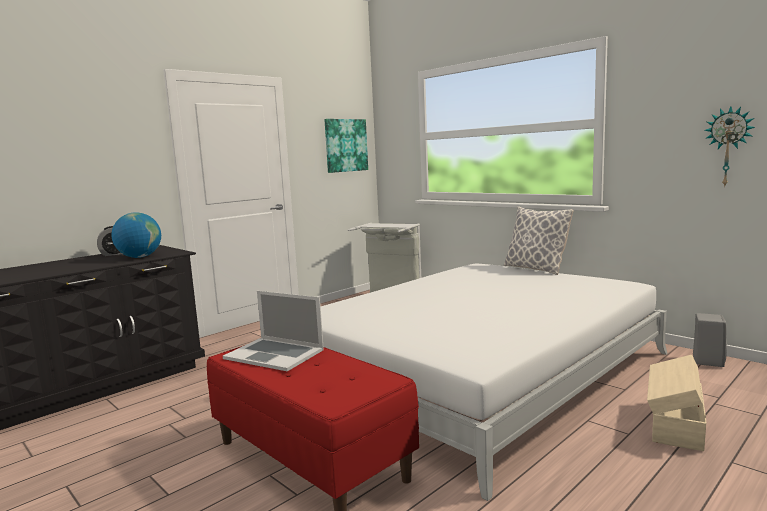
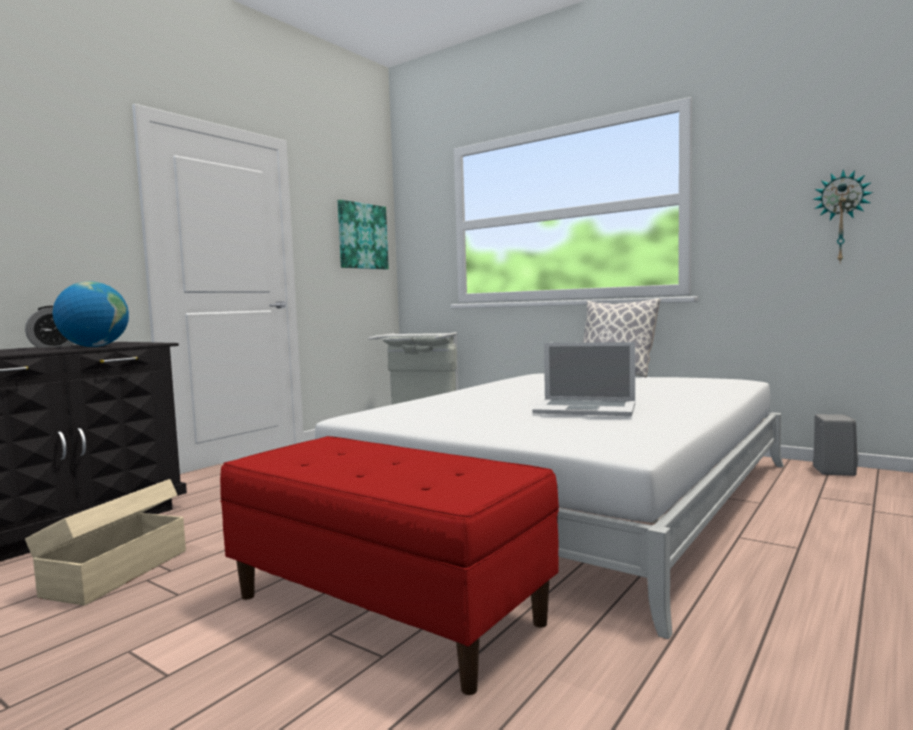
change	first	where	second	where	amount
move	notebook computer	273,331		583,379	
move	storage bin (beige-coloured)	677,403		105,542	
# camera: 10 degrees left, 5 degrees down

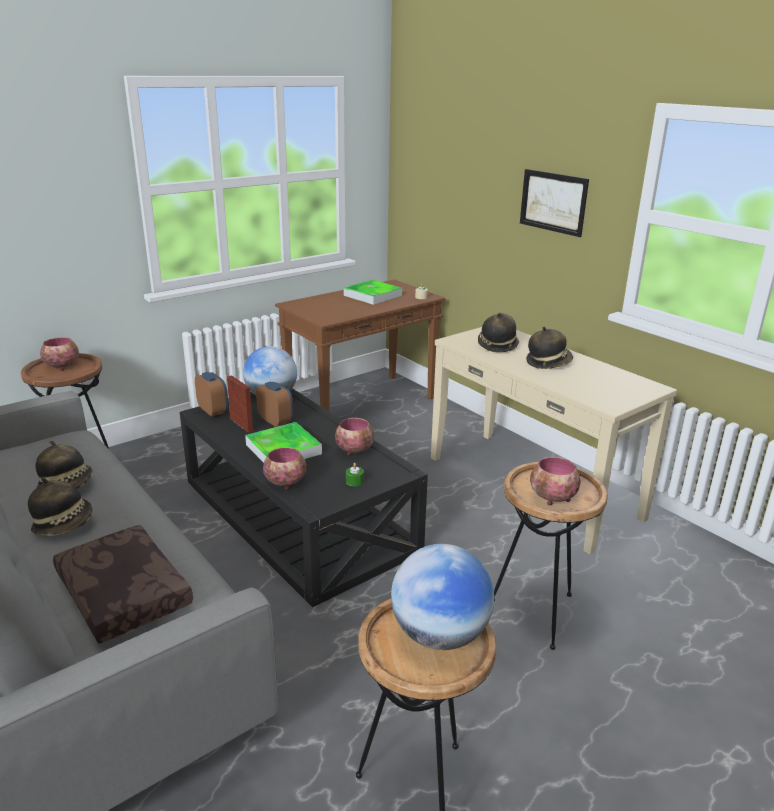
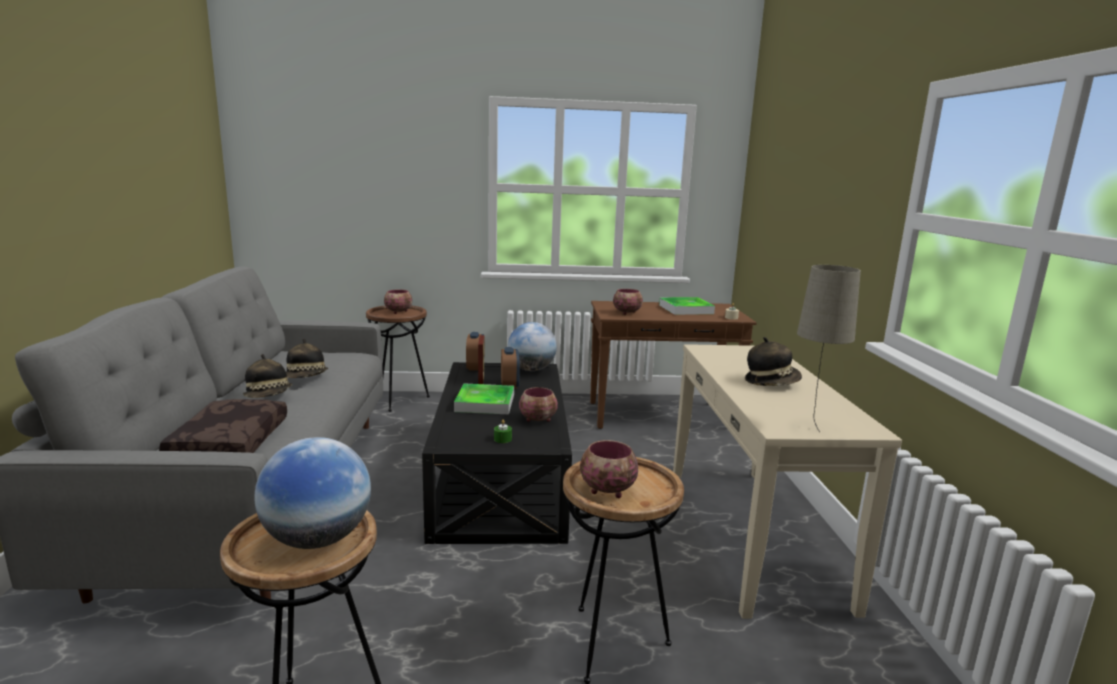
change	first	where	second	where	amount
delete	wall picture	554,203			
delete	clothing hat	498,332			
move	bowl	284,468		628,302	
insert			table lamp (beige-coloured)	829,348	
# camera: 35 degrees right, 10 degrees down

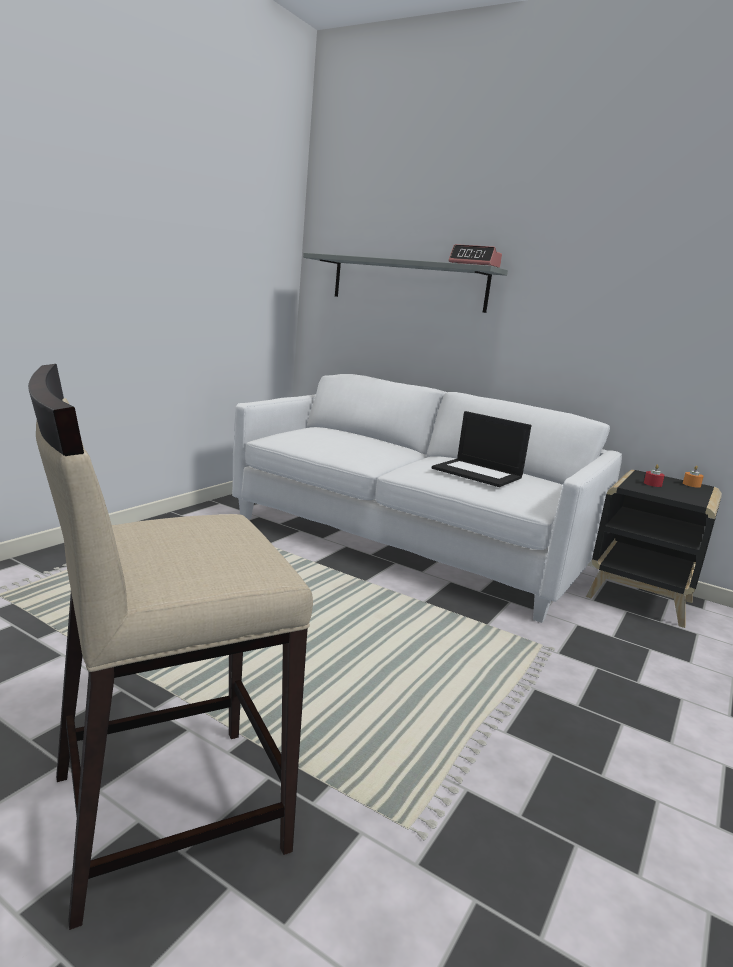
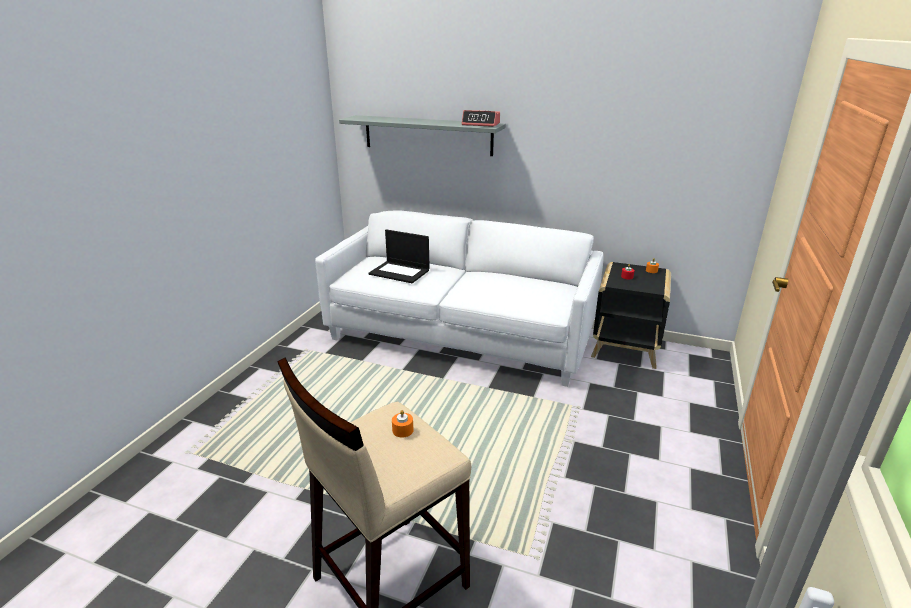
change	first	where	second	where	amount
move	notebook computer	481,449		399,256	
insert			wax light (orange-coloured)	402,424	
# camera: 10 degrees left, 10 degrees up

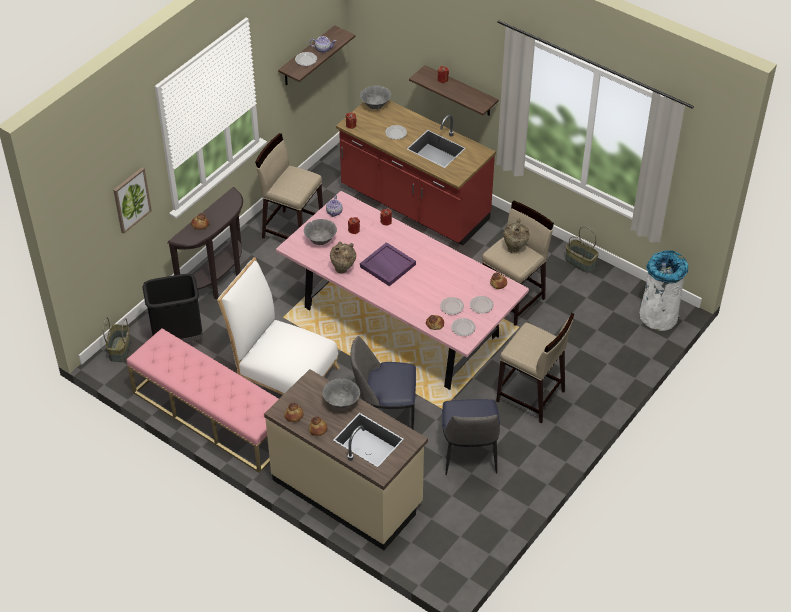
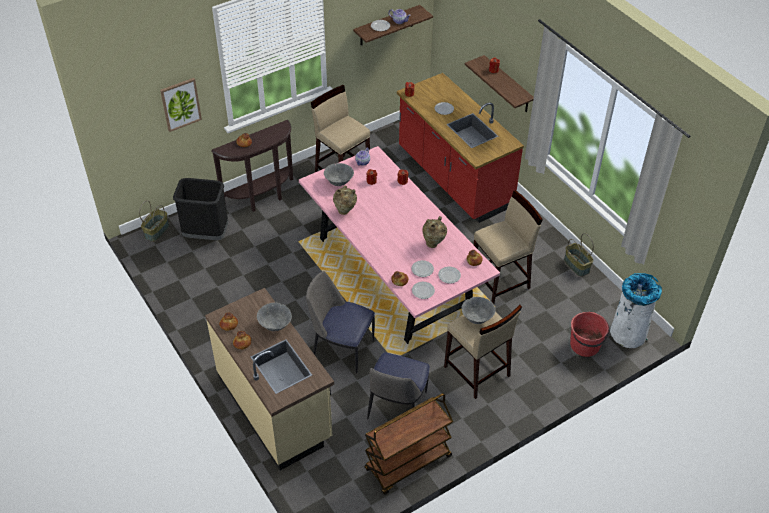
change	first	where	second	where	amount
move	bowl (gray)	375,97		479,310	
move	decorative vase (beige-coloured)	516,236		434,232	
delete	tray (purple-coloured)	388,264			
delete	upright chair (white)	278,326			
delete	indoor bench (pink)	202,400			
insert			pail (red-coloured)	589,334	
insert			cart (brownish)	409,444	
# camera: 20 degrees right, 0 degrees up

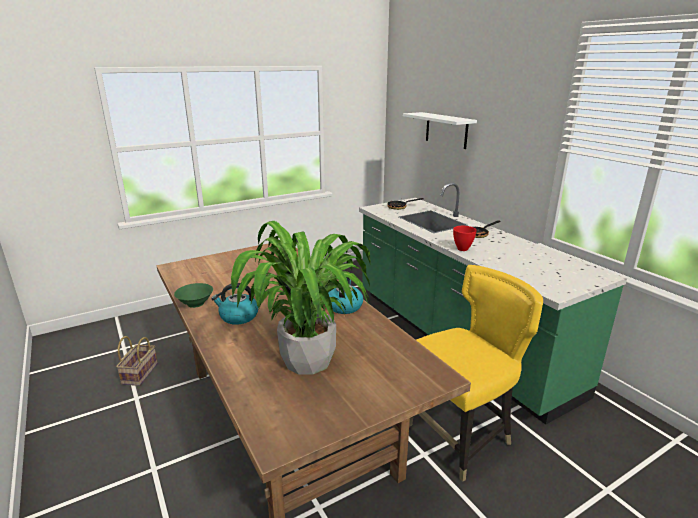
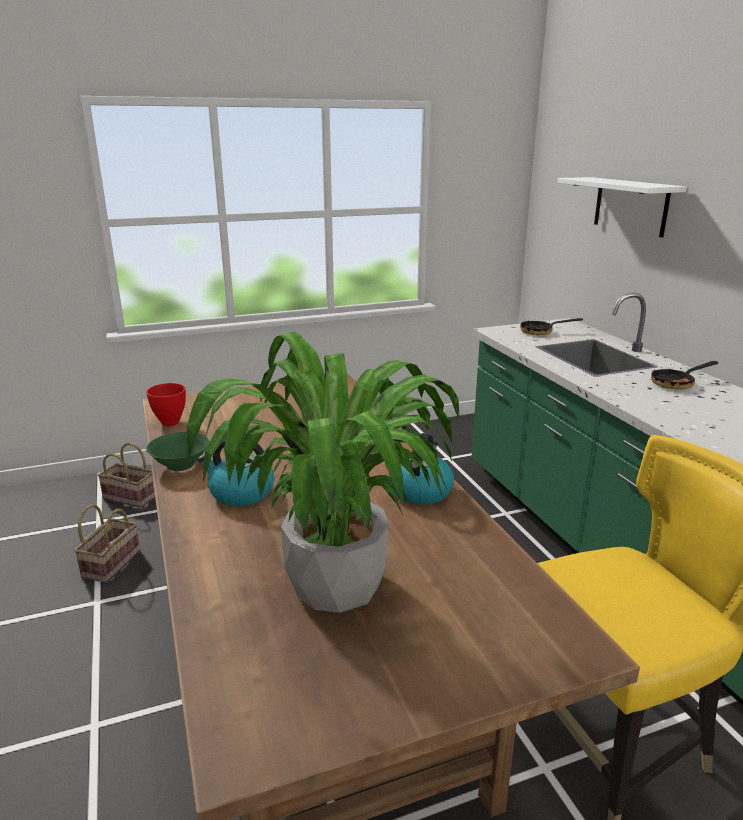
change	first	where	second	where	amount
move	bowl (red-coloured)	465,238		166,404	
insert			basket	126,475	
# camera: 10 degrees right, 0 degrees up

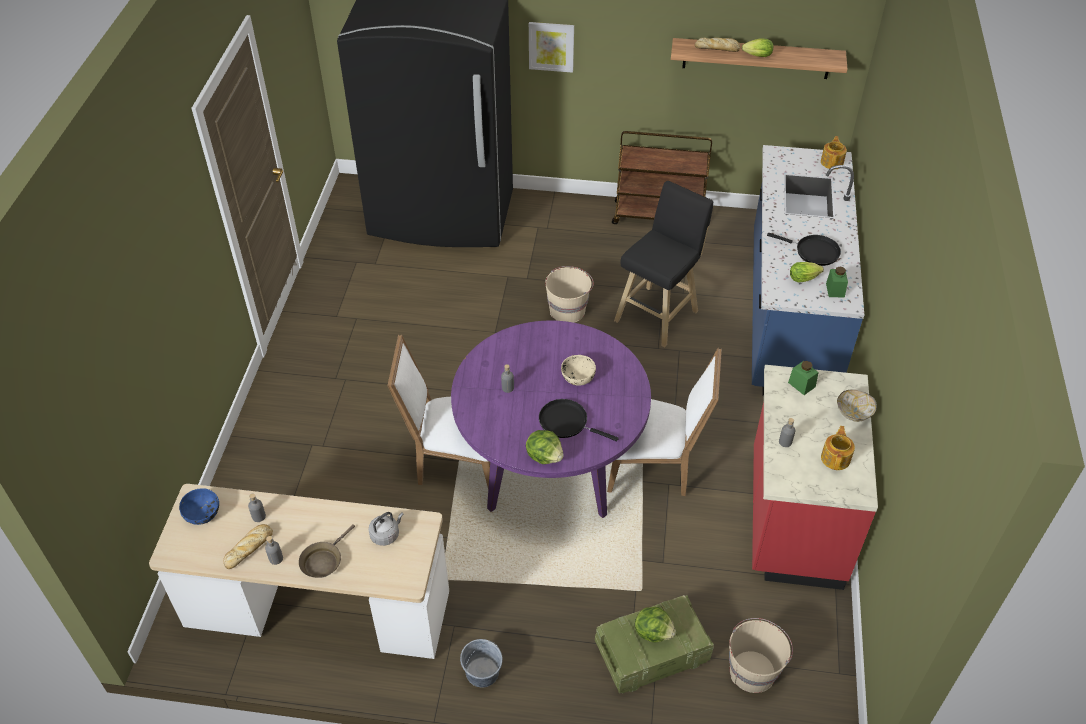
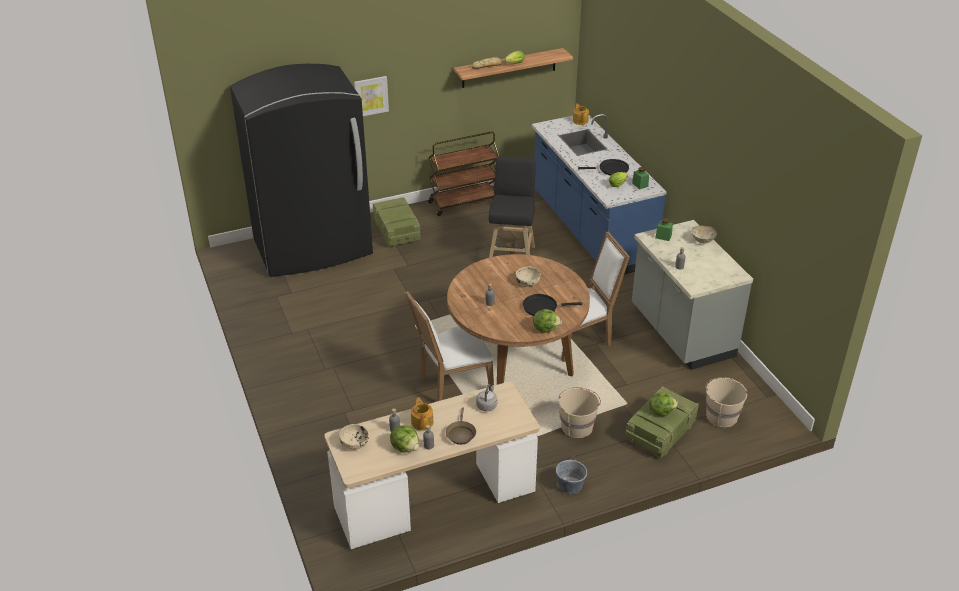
change	first	where	second	where	amount
move	pail (beige-coloured)	569,294		579,412	
recolor	kitchen table (purple-coloured)	551,419	kitchen table (brownish)	518,319	
recolor	kitchen base unit (red-coloured)	815,477	kitchen base unit (gray)	692,295	
move	teapot	838,448		422,414	
recolor	bowl (blue)	199,506	bowl (beige-coloured)	354,437	
replace	bakery bread	248,546	lettuce head	404,439	
insert			packing crate	397,222	
# camera: 30 degrees left, 10 degrees down

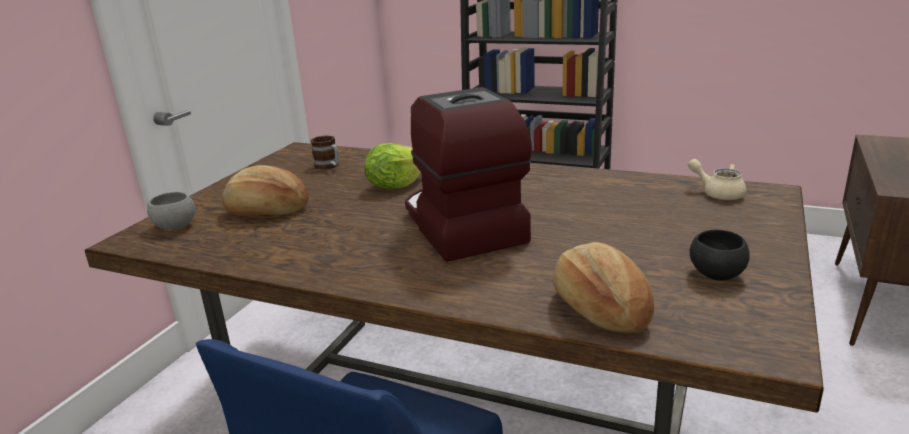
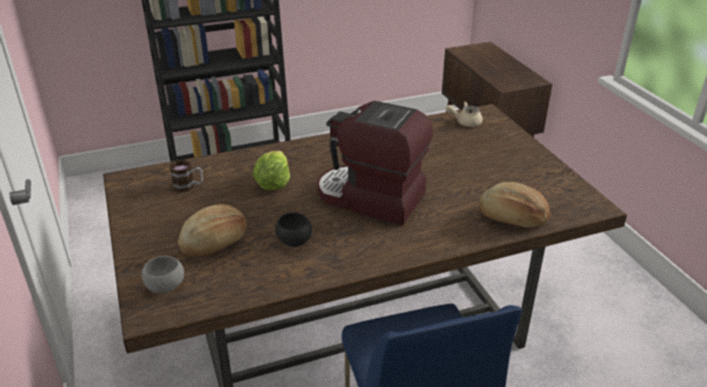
change	first	where	second	where	amount
move	bowl (blackish)	719,255		293,229	
# camera: 45 degrees left, 10 degrees up

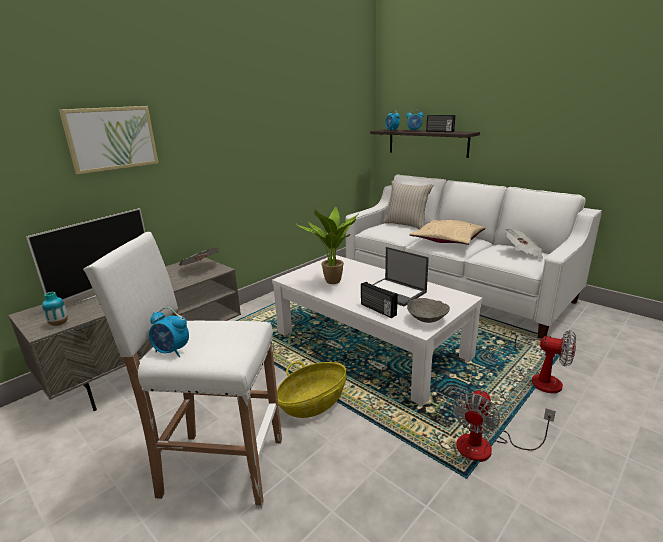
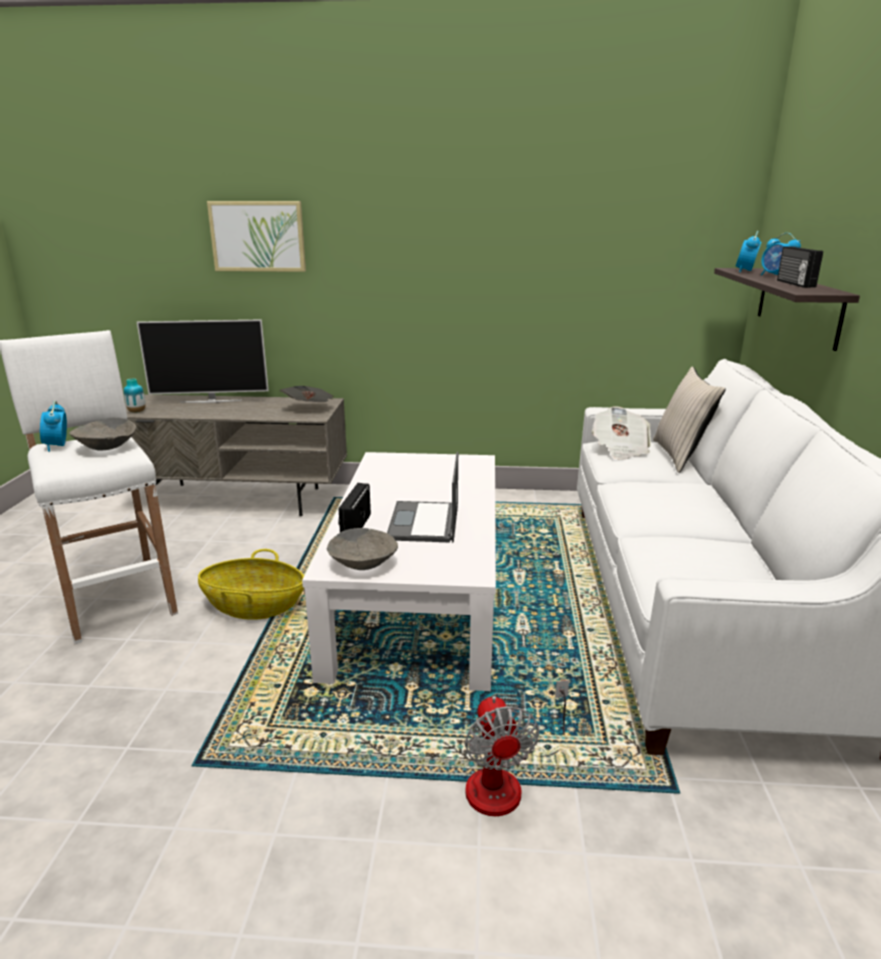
change	first	where	second	where	amount
delete	houseplant	328,245			
delete	cushion (beige-coloured)	447,232			
move	daily paper	524,243		621,433	
delete	cooling fan	504,426			
insert			bowl (gray)	102,434	
# camera: 50 degrees right, 0 degrees up

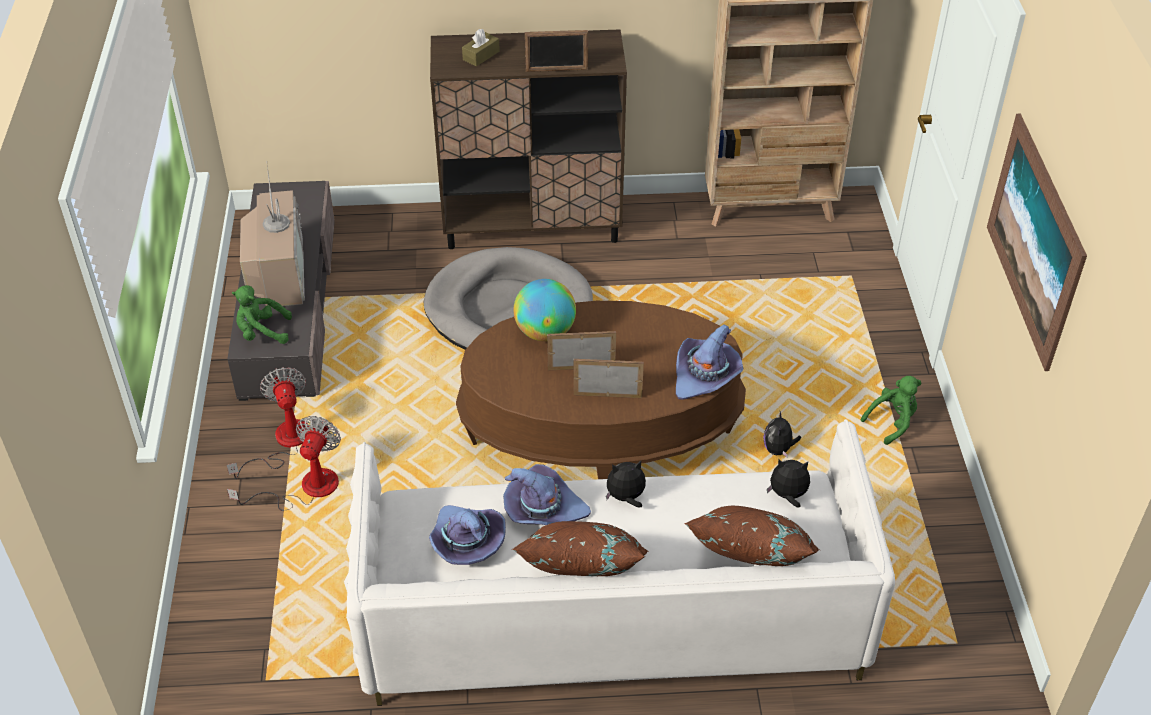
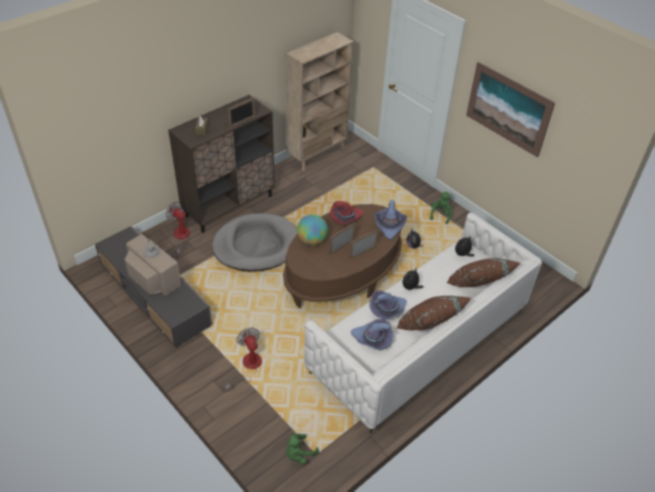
change	first	where	second	where	amount
move	plush toy (green)	262,314		302,449	
move	cooling fan	269,423		178,229	
insert			clothing hat (red-coloured)	347,213	
# camera: 40 degrees left, 0 degrees up

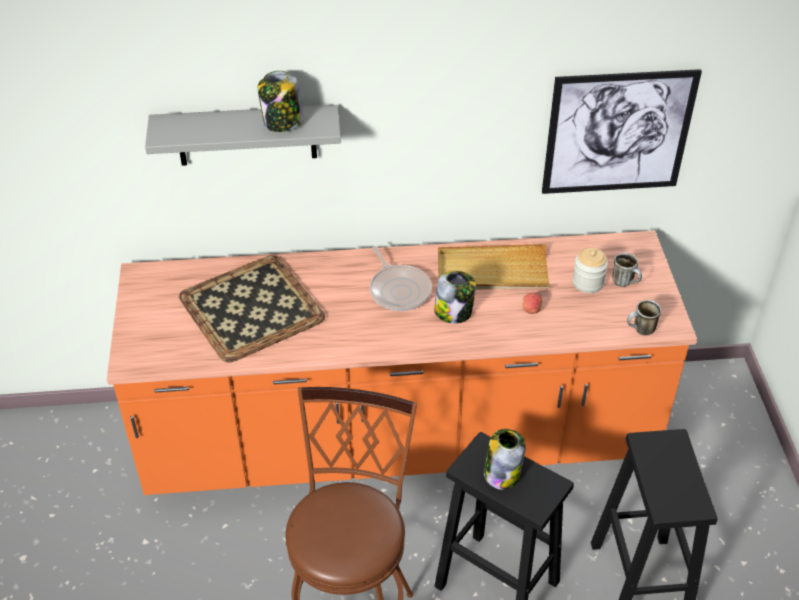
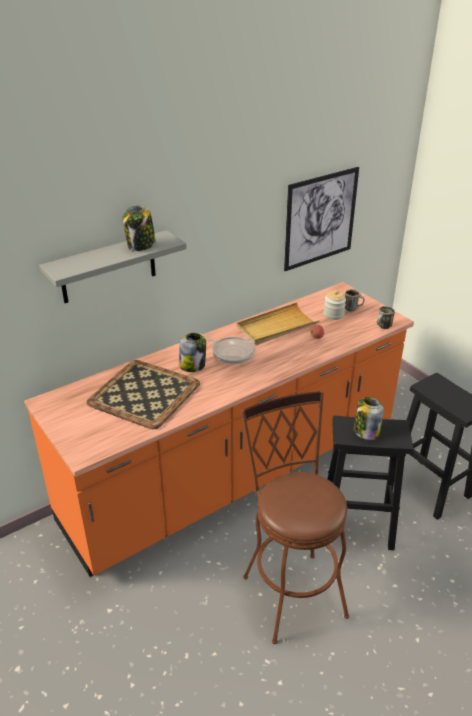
change	first	where	second	where	amount
move	preserve jar	455,297		192,352	
# camera: 30 degrees left, 10 degrees down

